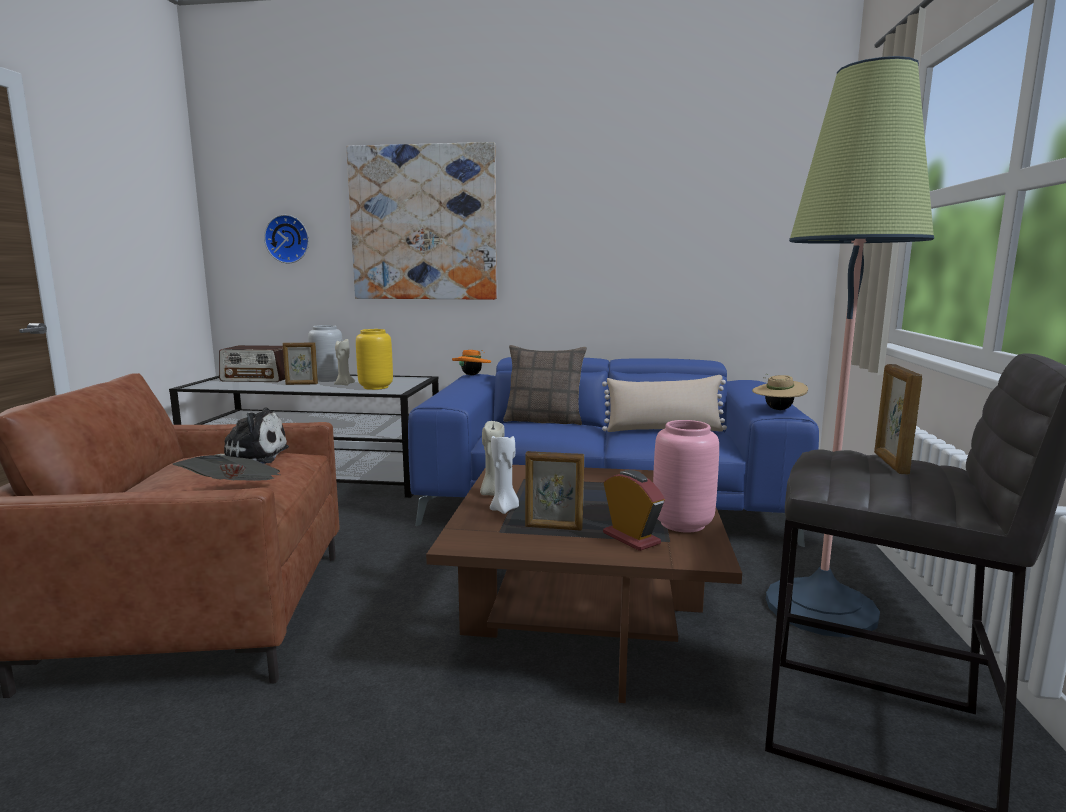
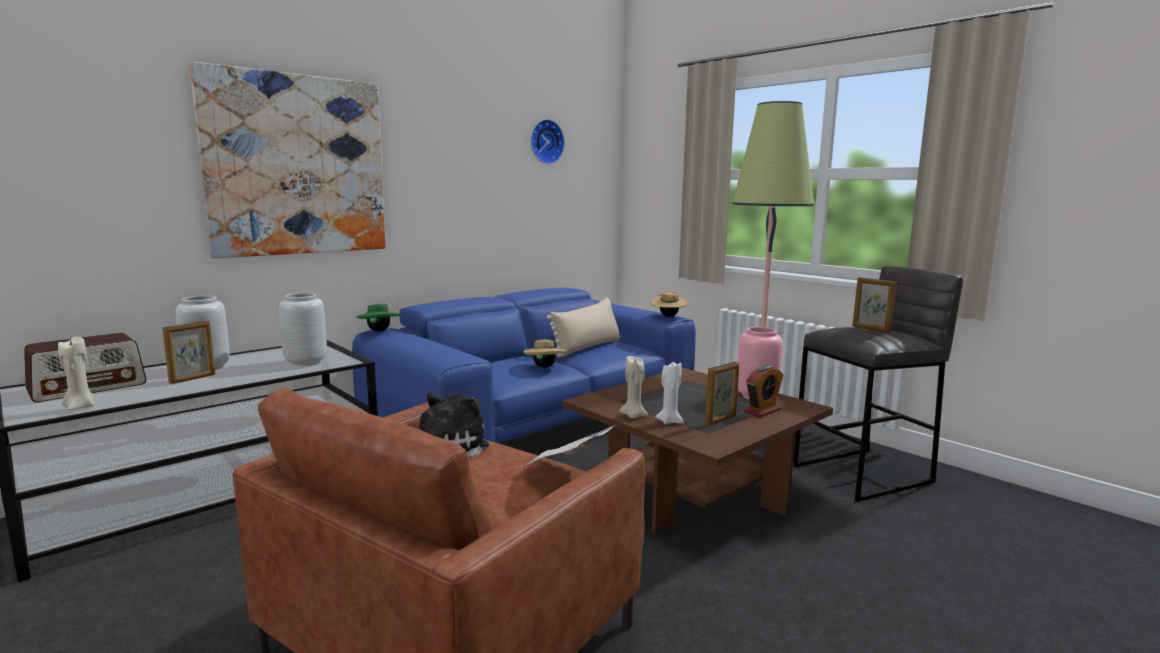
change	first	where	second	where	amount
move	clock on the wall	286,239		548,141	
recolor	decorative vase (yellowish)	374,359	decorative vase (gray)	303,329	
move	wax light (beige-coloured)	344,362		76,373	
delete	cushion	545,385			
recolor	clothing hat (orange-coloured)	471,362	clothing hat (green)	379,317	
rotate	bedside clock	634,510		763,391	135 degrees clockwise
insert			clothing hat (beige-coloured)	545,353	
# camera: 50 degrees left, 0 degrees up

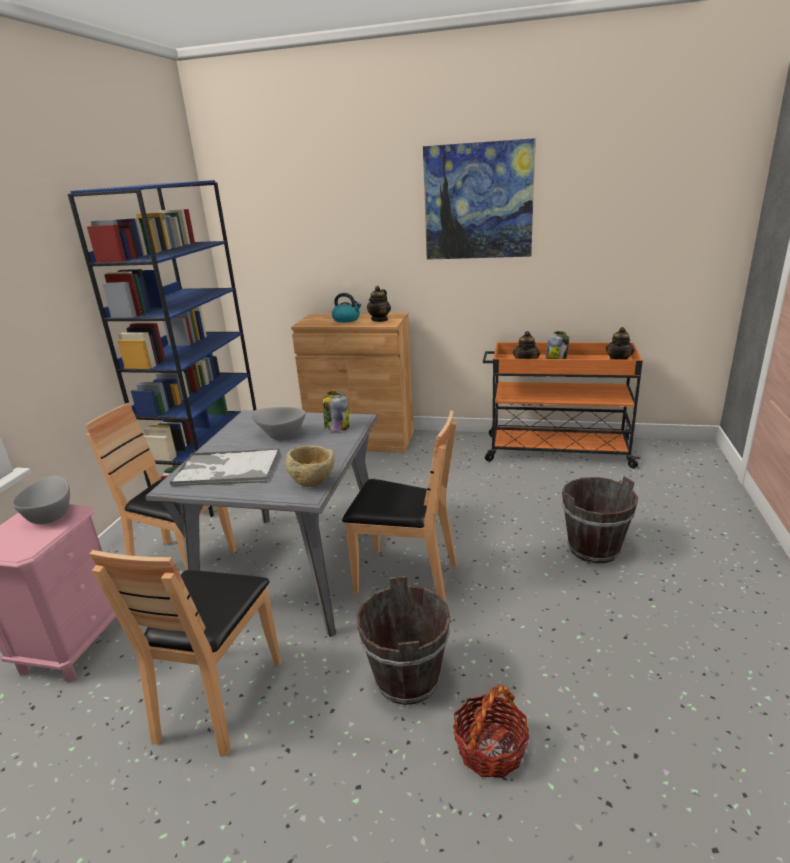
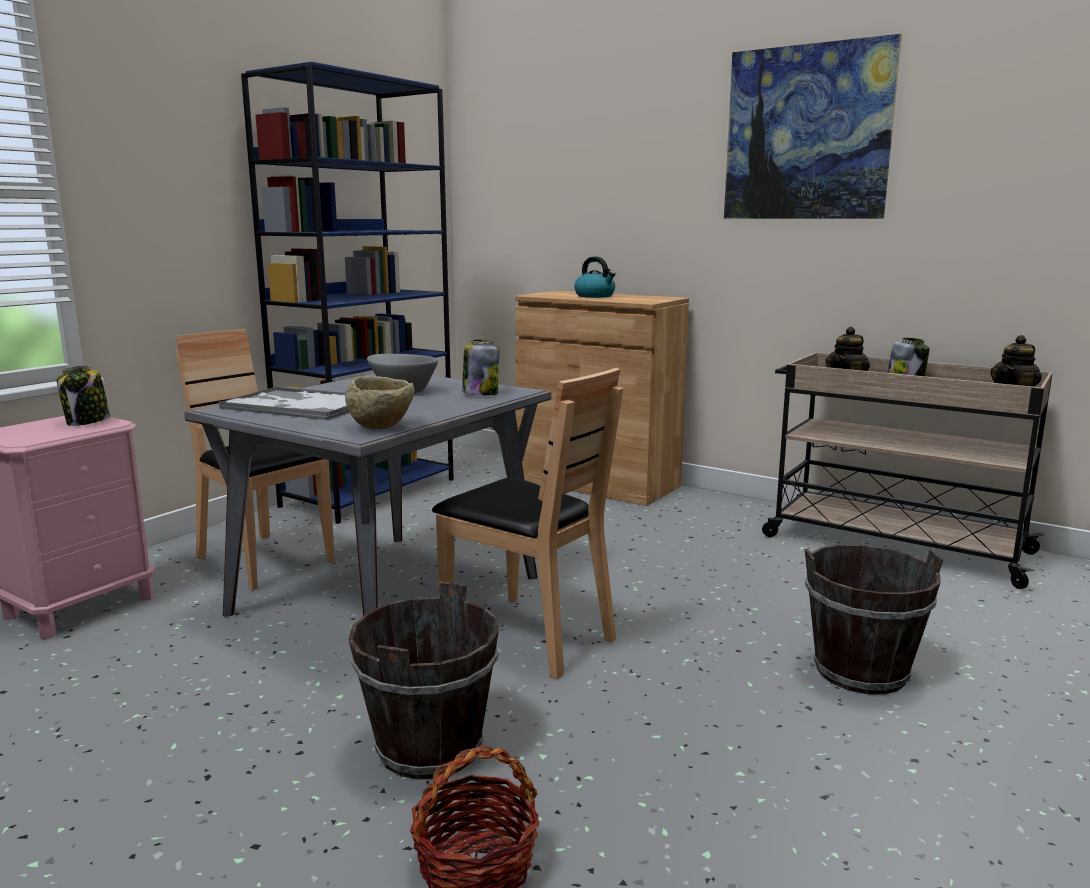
change	first	where	second	where	amount
delete	teapot	379,304			
recolor	cart (orange-coloured)	563,405	cart (beige-coloured)	907,470	
replace	bowl (gray)	41,499	preserve jar	83,395	
delete	upright chair (brownish)	185,653			
# camera: 20 degrees right, 10 degrees down

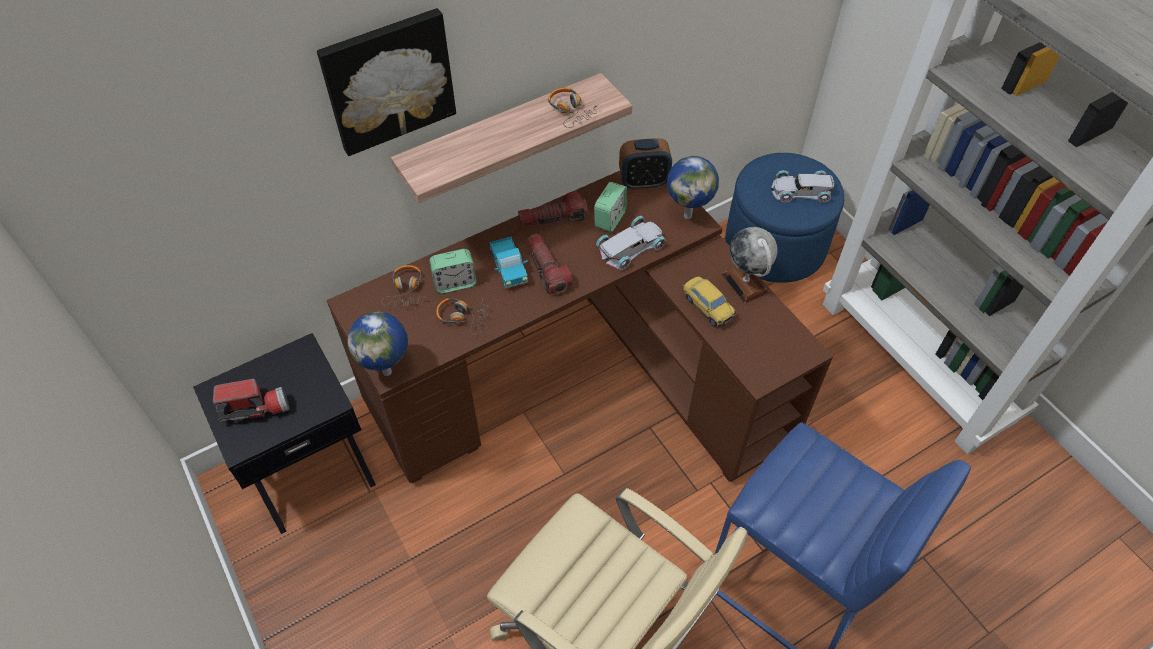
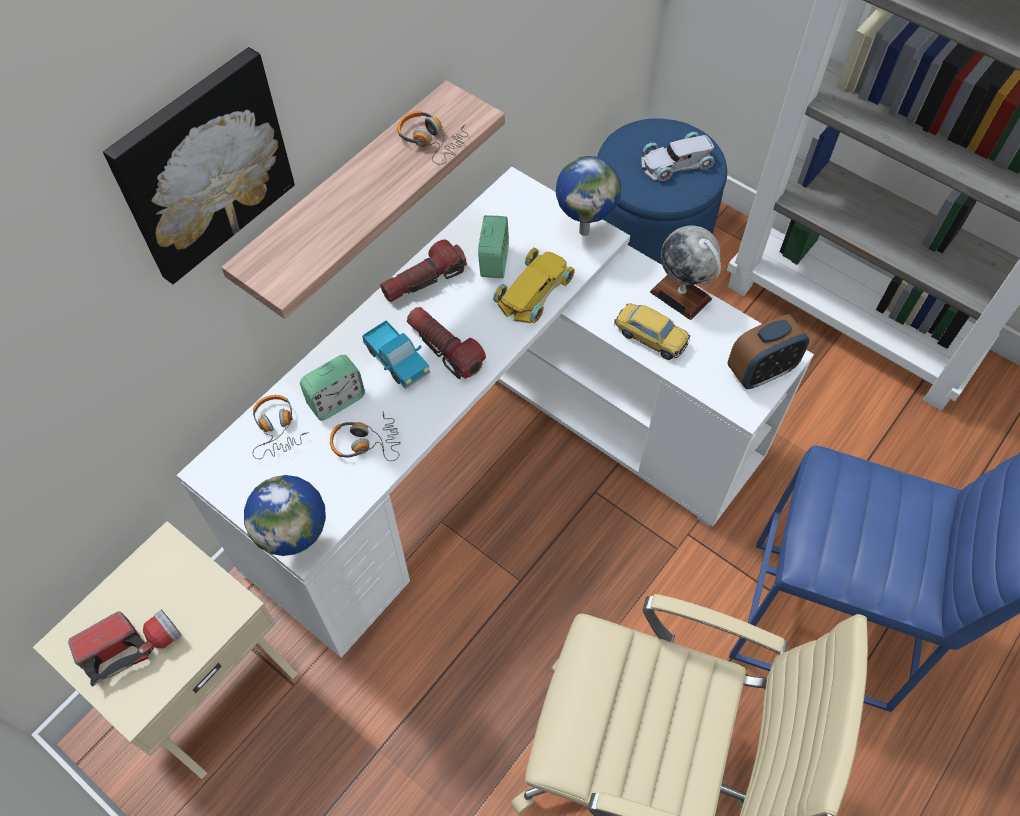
change	first	where	second	where	amount
move	bedside clock	645,164		768,351	
recolor	desk table (brownish)	580,327	desk table (white)	495,412	
recolor	miniature car (white)	631,243	miniature car (yellowish)	534,285	
recolor	nightstand (blackish)	284,433	nightstand (beige-coloured)	165,650	
# camera: 20 degrees left, 5 degrees up

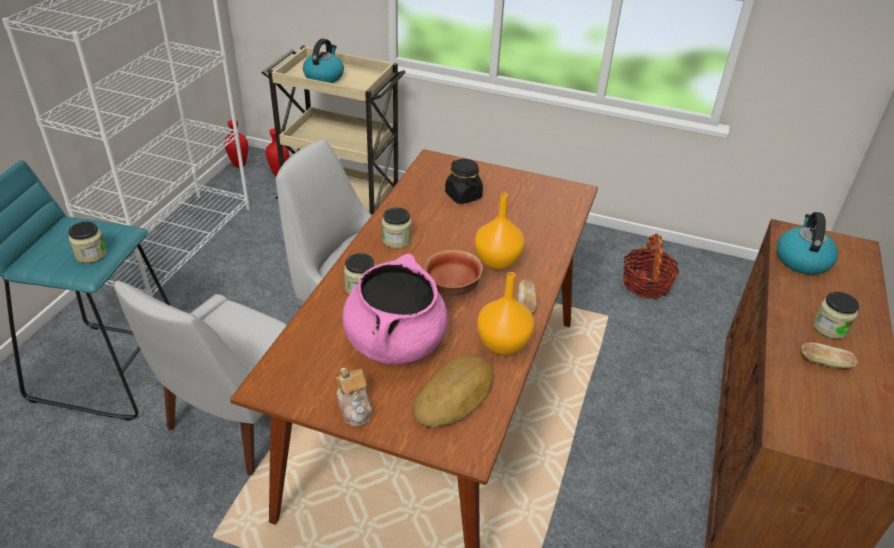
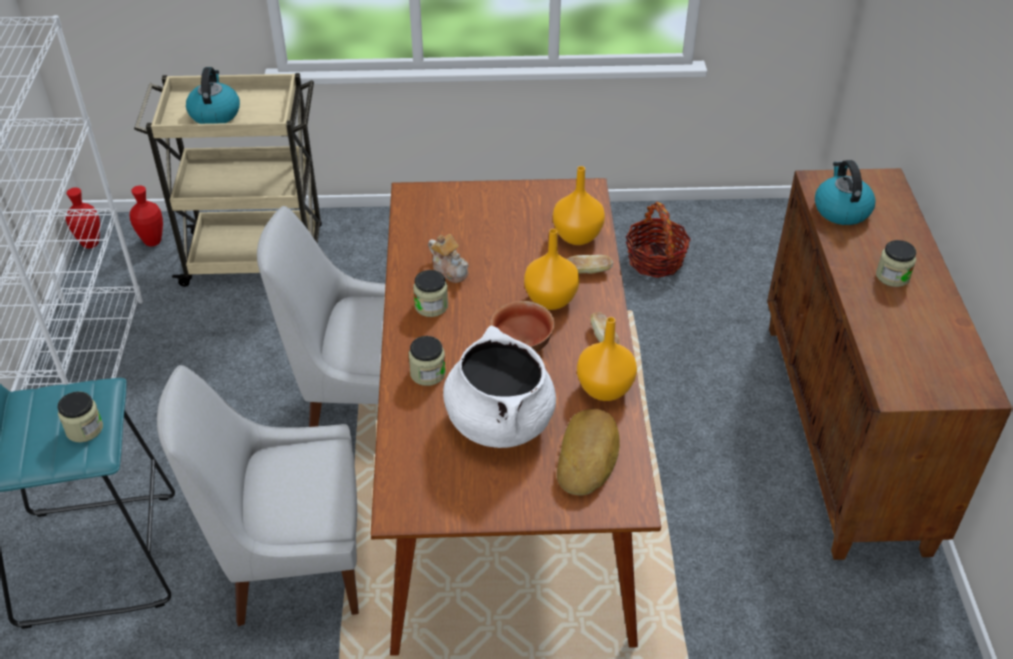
change	first	where	second	where	amount
delete	preserve jar (blackish)	464,181			
recolor	cooking pot (pink)	395,309	cooking pot (white)	499,386	
rotate	upright chair (white)	200,378		258,495	75 degrees clockwise
move	bakery bread	829,355		590,264	
move	teapot	354,397		448,258	
insert			decorative vase (orange-coloured)	579,205	
# camera: 20 degrees left, 5 degrees up

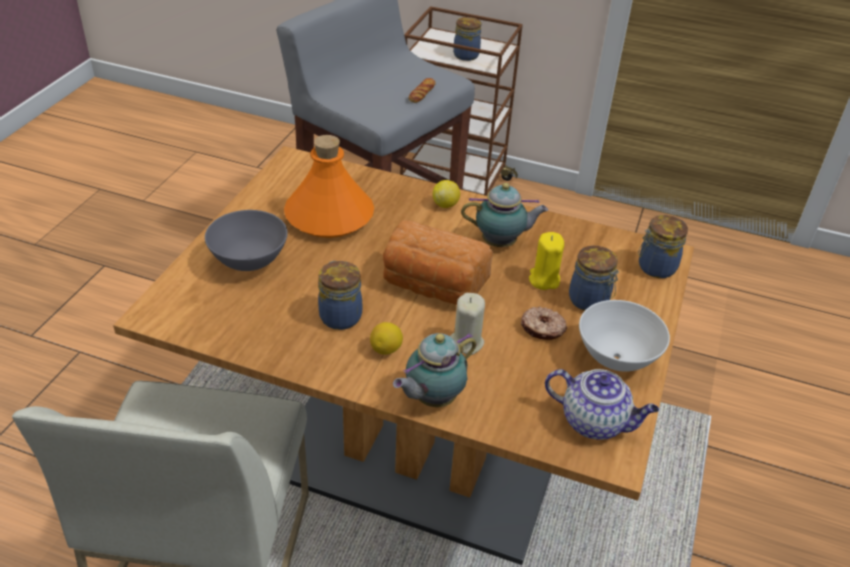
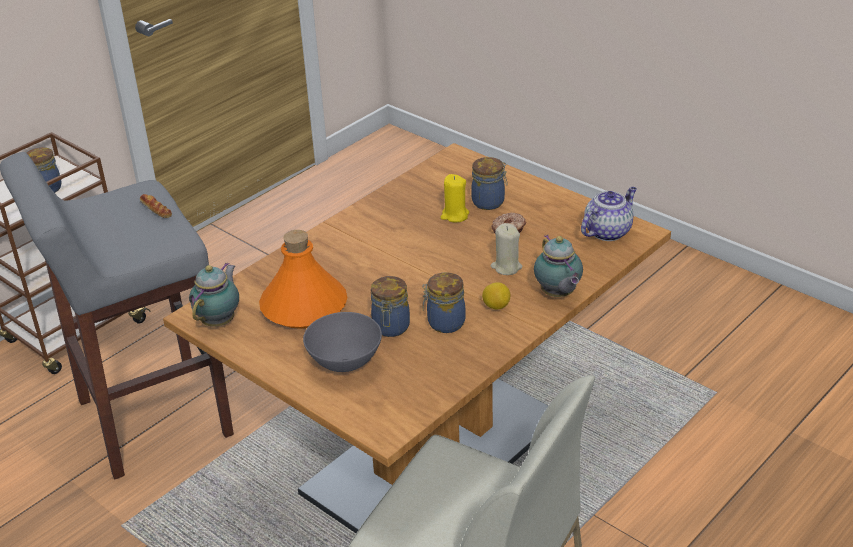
change	first	where	second	where	amount
delete	lemon	446,194			
move	teapot	504,215		214,294	
move	preserve jar	663,246		390,306	
delete	bakery bread	438,262			
delete	bowl (white)	624,336			
# camera: 65 degrees left, 5 degrees down

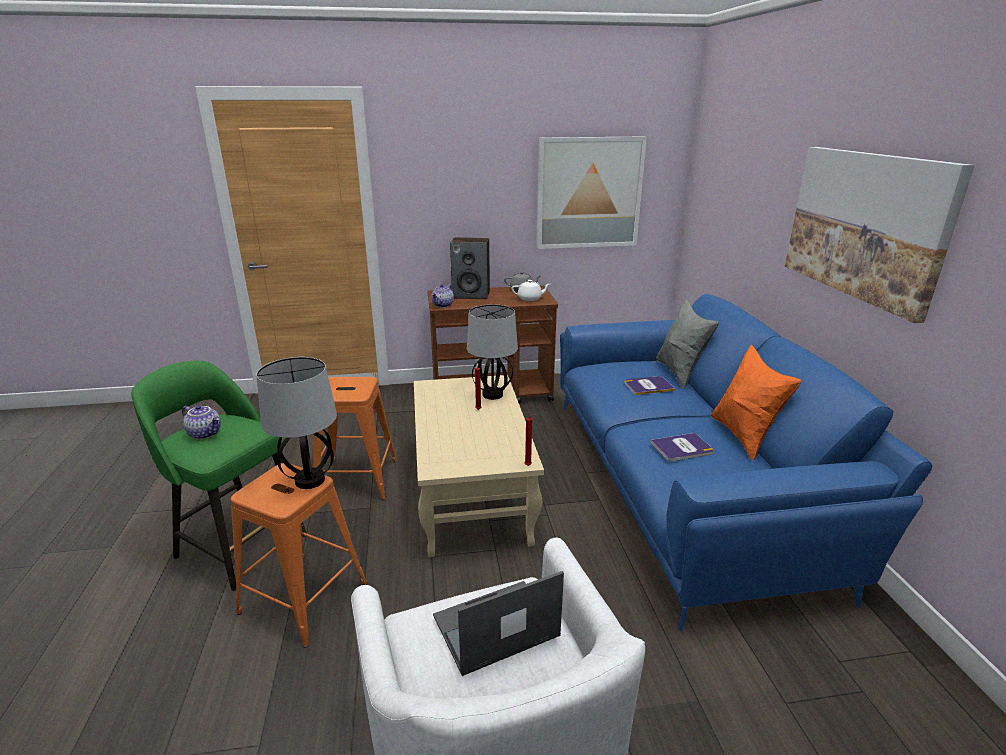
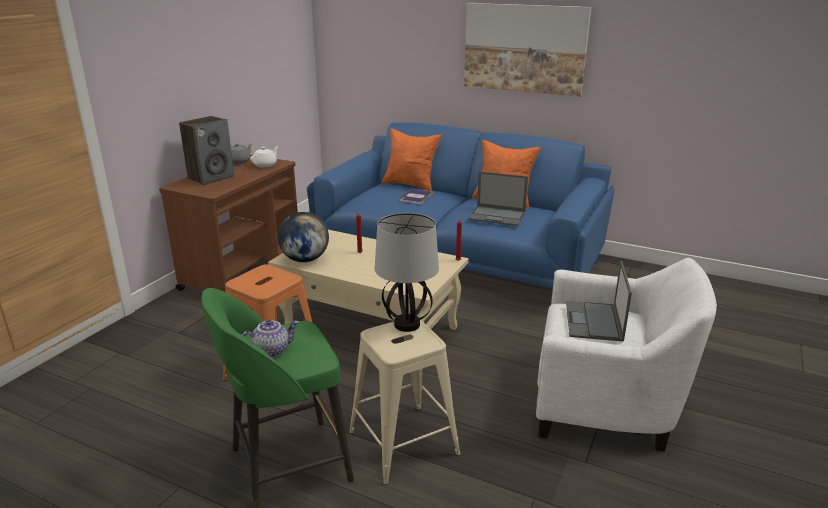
change	first	where	second	where	amount
delete	wall picture	591,192			
delete	teapot	443,296			
recolor	cushion (gray)	687,344	cushion (orange-coloured)	411,159	
delete	table lamp	492,352			
replace	bound book	682,447	notebook computer	498,198	
recolor	stool (orange-coloured)	298,555	stool (beige-coloured)	405,402	
insert			globe	303,237	
# camera: 55 degrees left, 0 degrees up

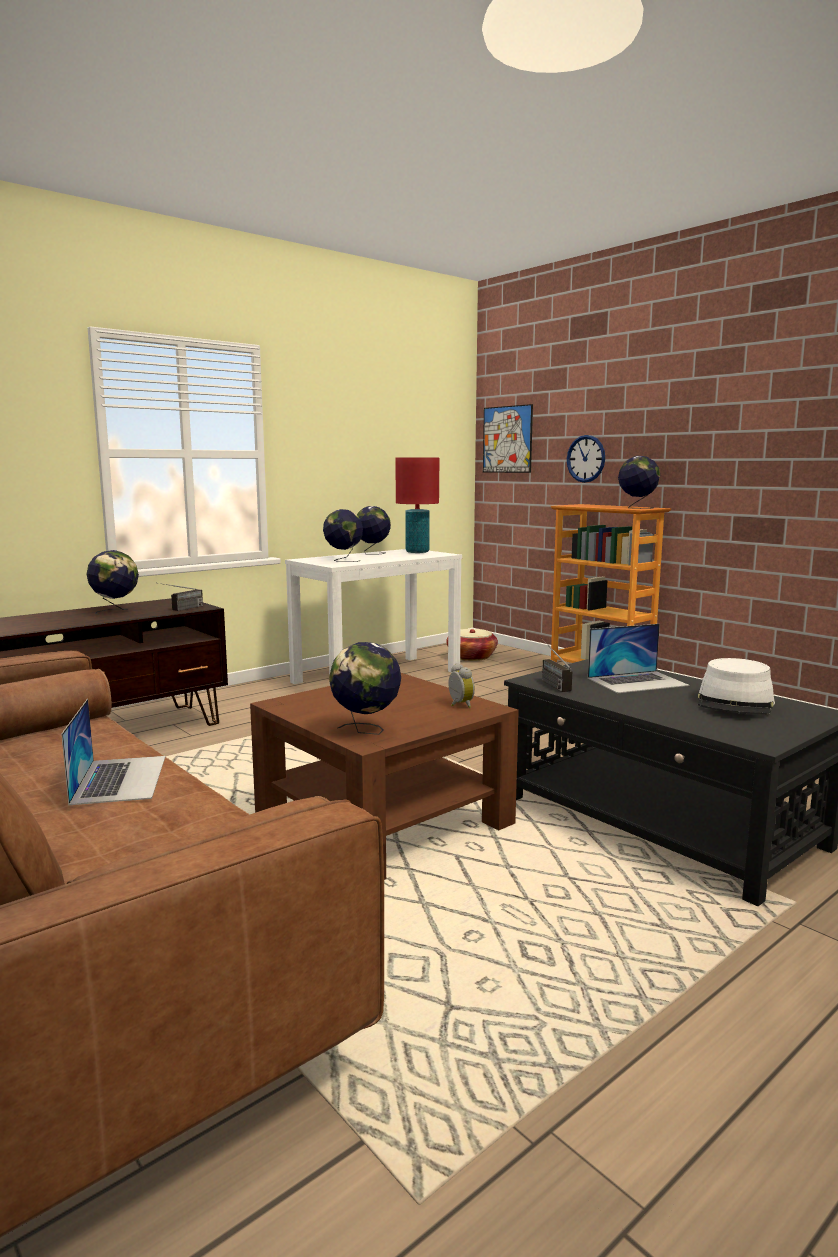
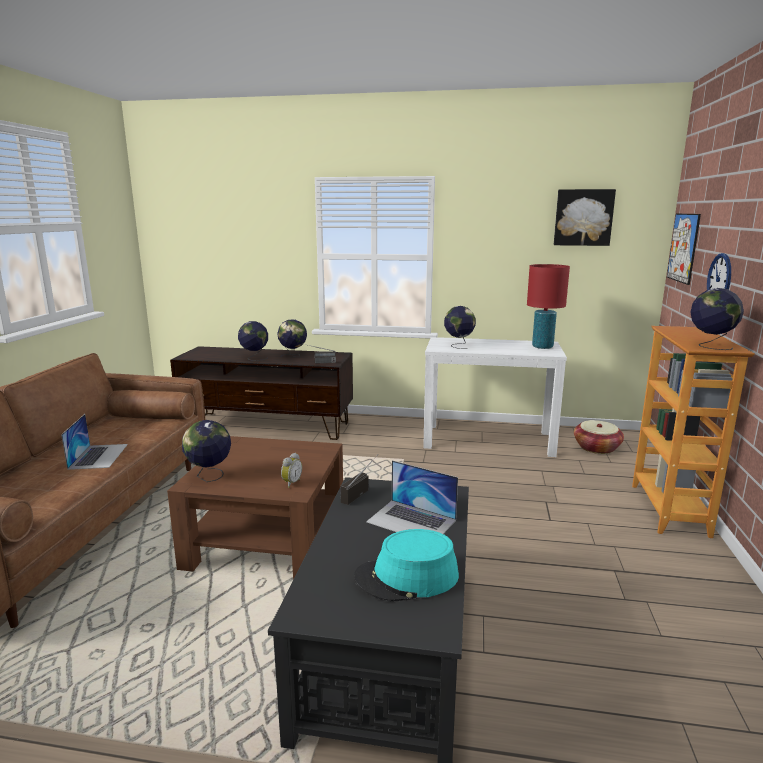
change	first	where	second	where	amount
move	globe	373,530		253,341	
recolor	clothing hat (white)	736,686	clothing hat (turquoise-coloured)	406,565	
rotate	notebook computer	113,752		94,442	45 degrees counterclockwise
insert			wall picture	585,217	
# camera: 50 degrees right, 5 degrees up

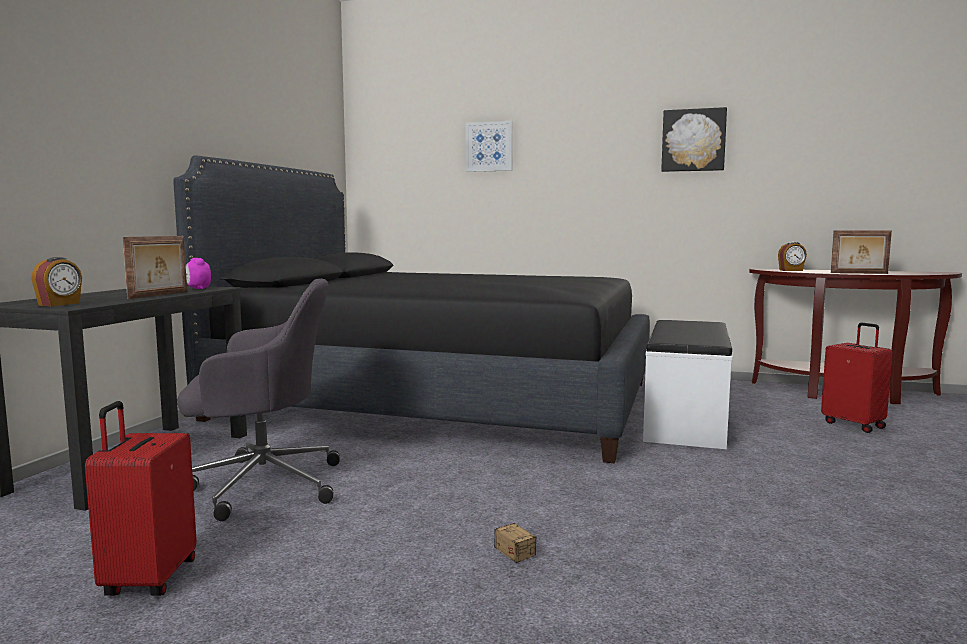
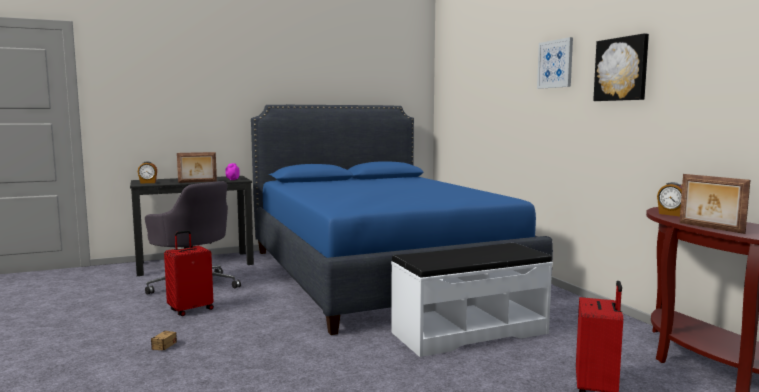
change	first	where	second	where	amount
move	wall picture	489,146		555,63	
recolor	bed (blackish)	412,309	bed (blue)	402,220	
move	piece of luggage (red-coloured)	141,498		189,273	
# camera: 50 degrees right, 0 degrees up

